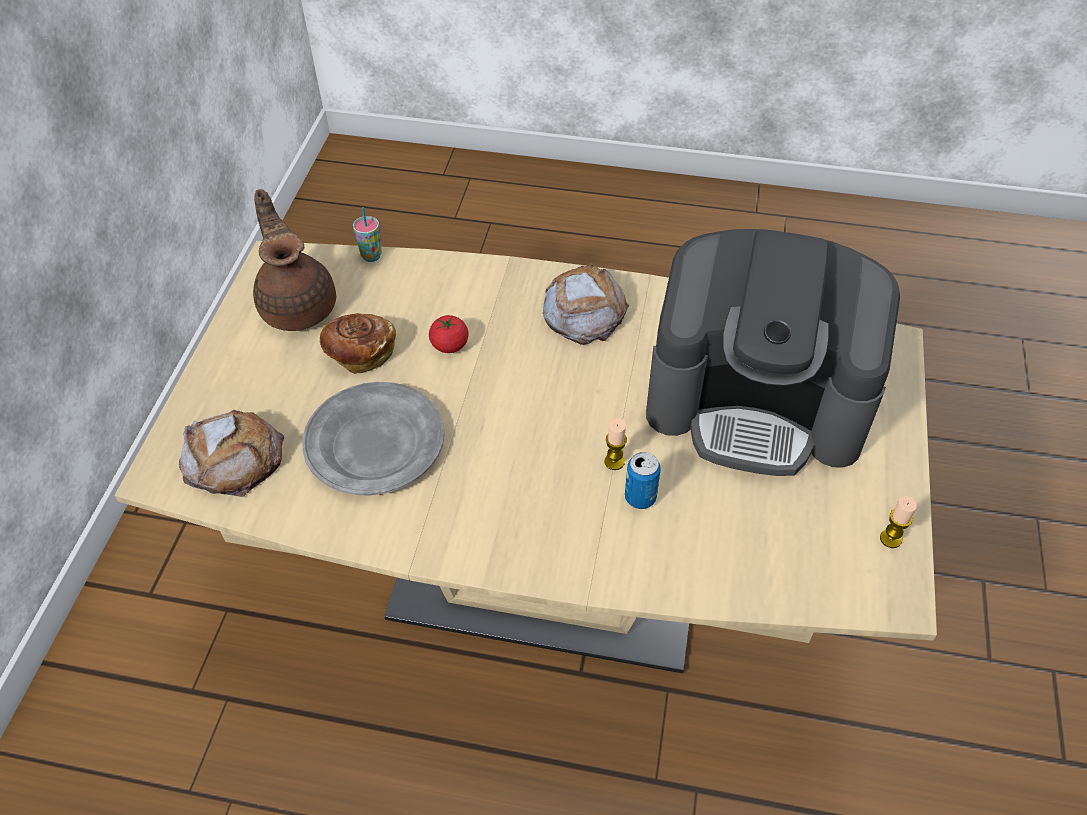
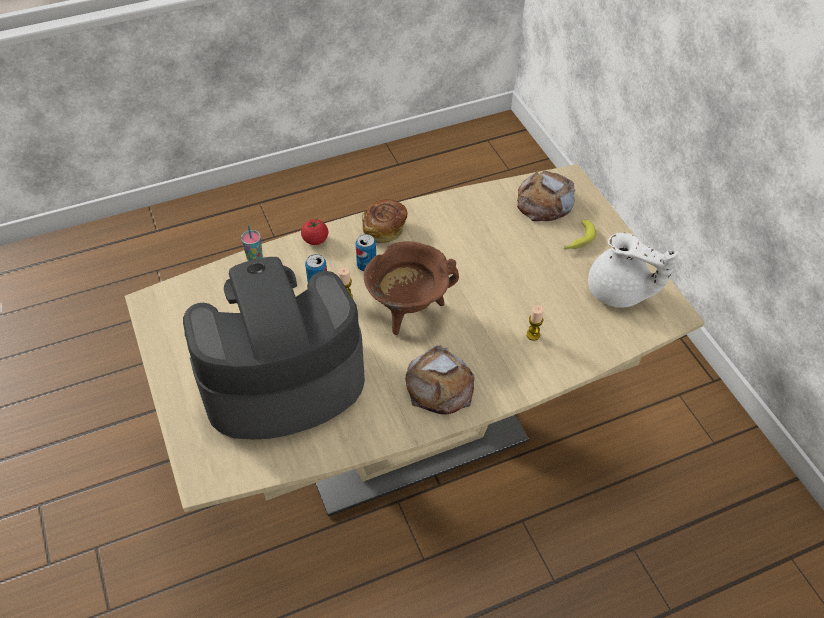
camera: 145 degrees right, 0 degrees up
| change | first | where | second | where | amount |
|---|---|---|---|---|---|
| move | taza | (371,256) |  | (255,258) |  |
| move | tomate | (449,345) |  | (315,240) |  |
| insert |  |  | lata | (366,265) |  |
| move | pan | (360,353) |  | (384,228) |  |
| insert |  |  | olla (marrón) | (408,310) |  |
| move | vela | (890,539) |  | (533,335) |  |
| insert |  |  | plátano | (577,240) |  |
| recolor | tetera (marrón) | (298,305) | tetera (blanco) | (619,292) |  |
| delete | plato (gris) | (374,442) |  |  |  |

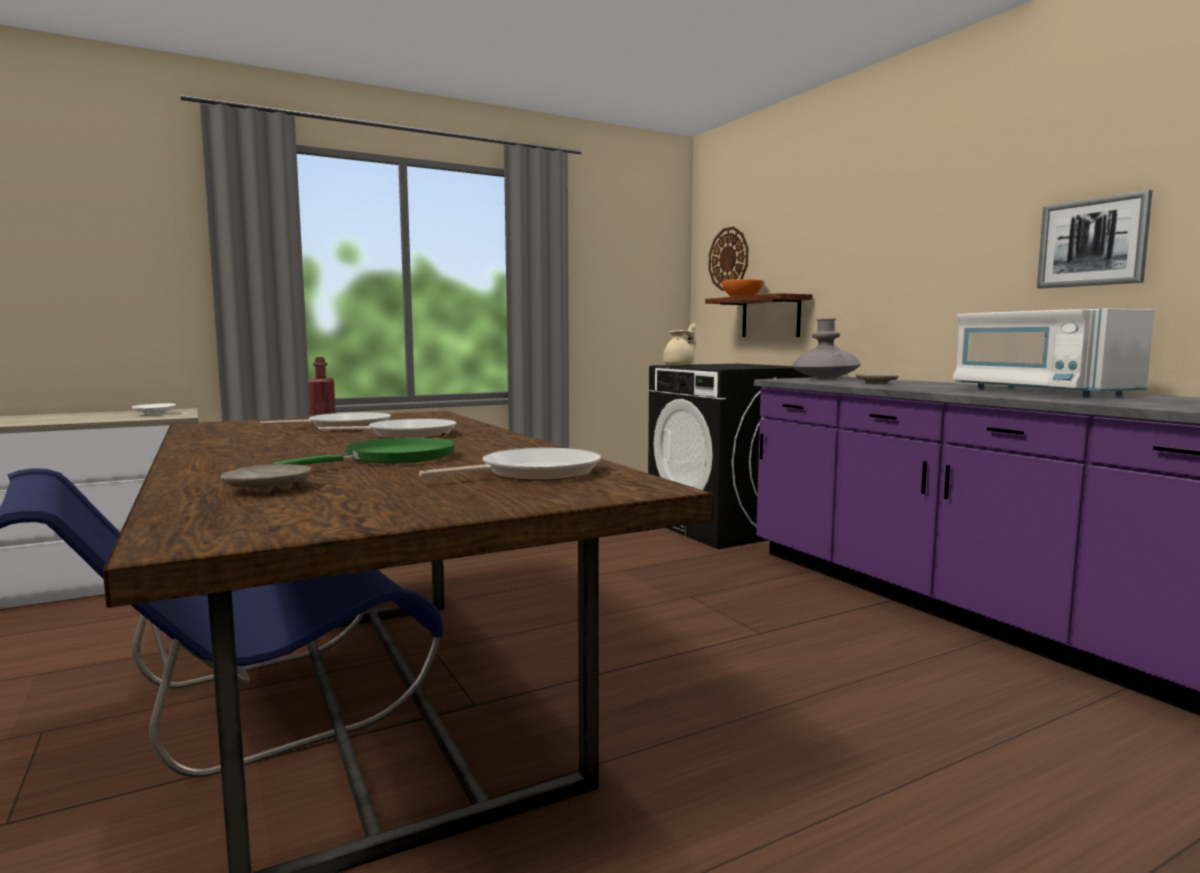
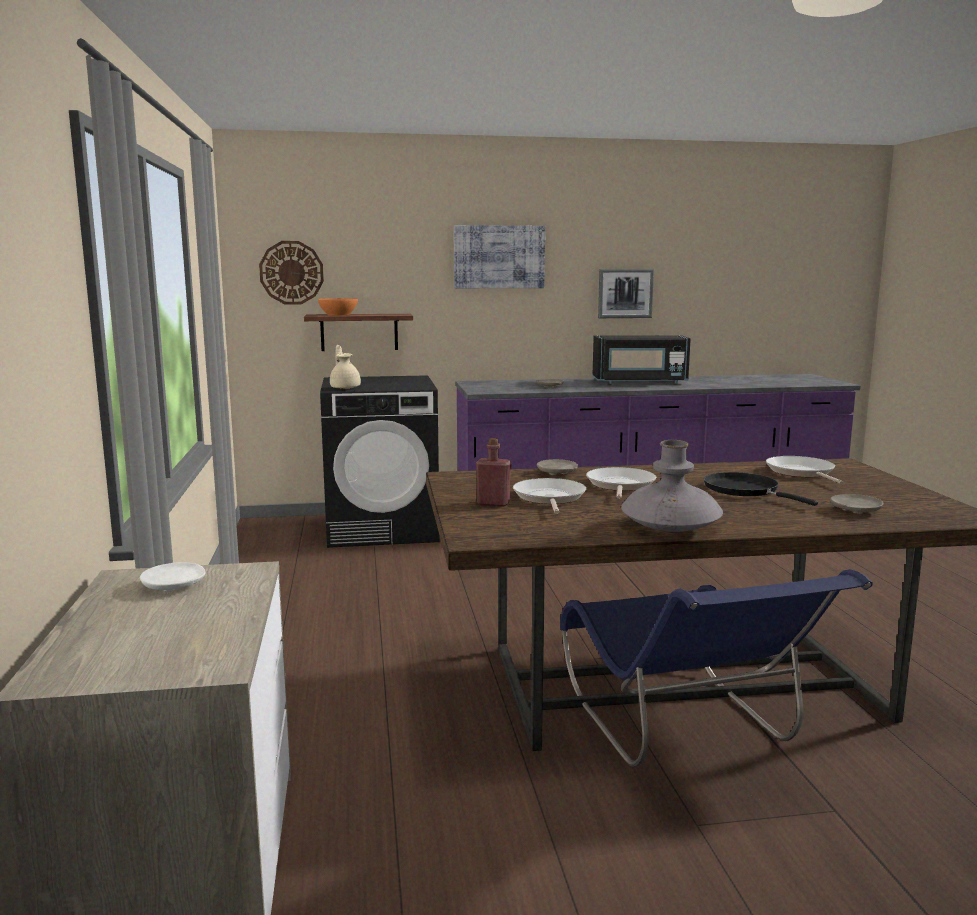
camera: 70 degrees left, 5 degrees up
| change | first | where | second | where | amount |
|---|---|---|---|---|---|
| insert |  |  | cuadro | (499,257) |  |
| insert |  |  | plato (beis) | (557,473) |  |
| recolor | microondas (blanco) | (1038,392) | microondas (negro) | (639,382) |  |
| move | florero (gris) | (825,378) |  | (670,527) |  |
| recolor | sartén (verde) | (394,458) | sartén (negro) | (745,490) |  |

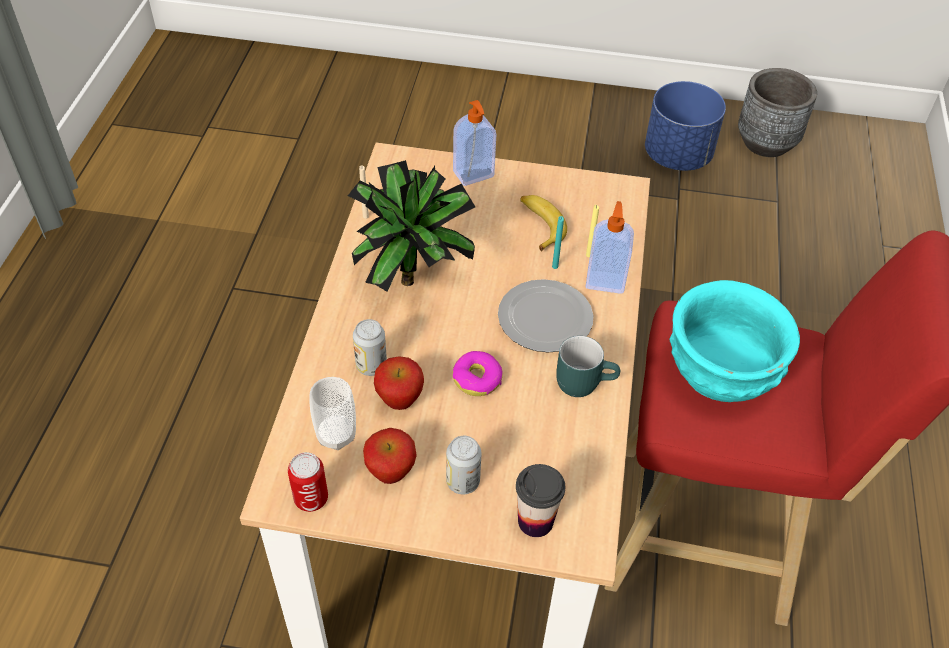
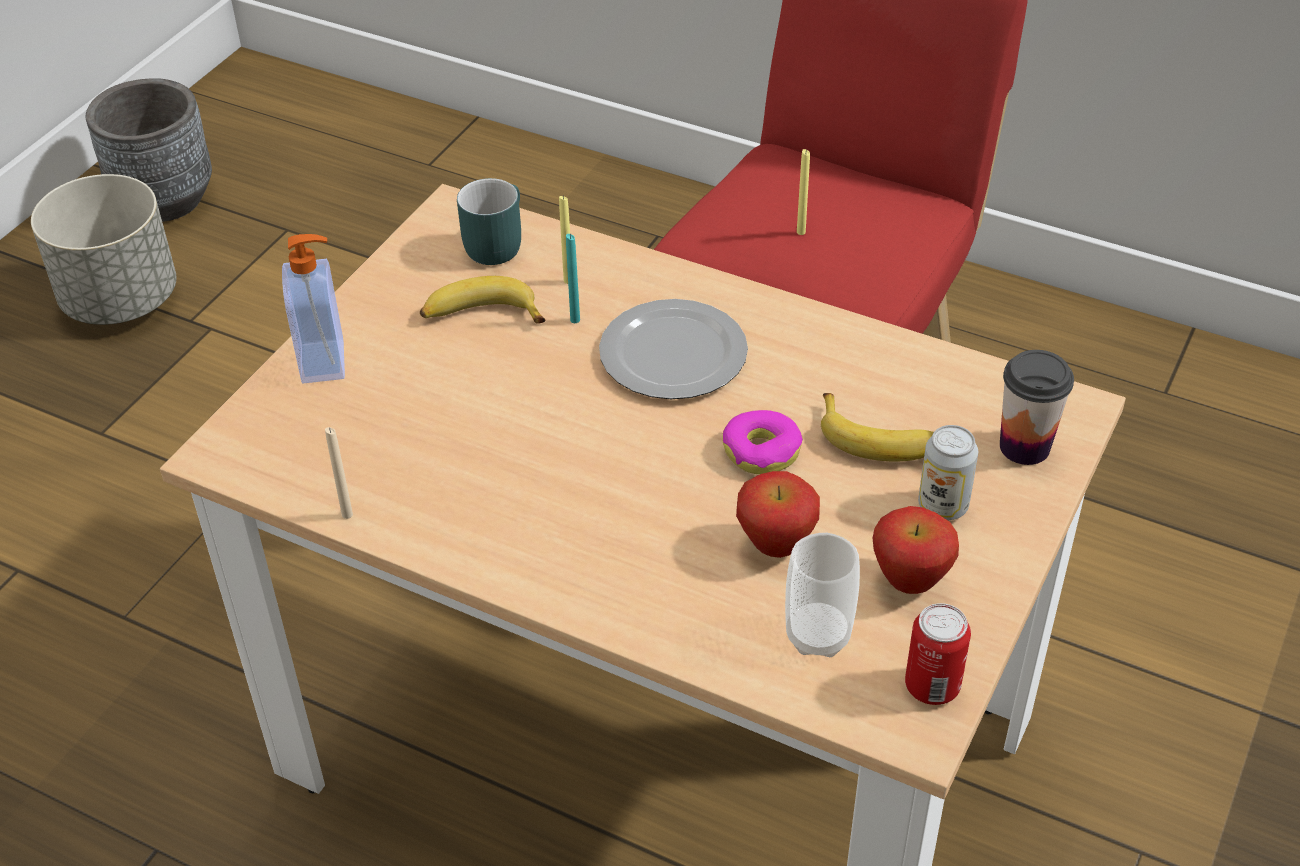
camera: 70 degrees left, 5 degrees down
| change | first | where | second | where | amount |
|---|---|---|---|---|---|
| recolor | maceta (azul) | (677,155) | maceta (gris) | (120,299) |  |
| move | taza grande (turquesa) | (584,381) |  | (494,242) |  |
| replace | cuenco (turquesa) | (721,368) | vela (amarillo) | (801,232) |  |
| insert |  |  | plátano | (880,439) |  |
| delete | planta en maceta | (412,276) |  |  |  |
| delete | lata | (371,365) |  |  |  |
| delete | dispensador de jabón | (605,280) |  |  |  |

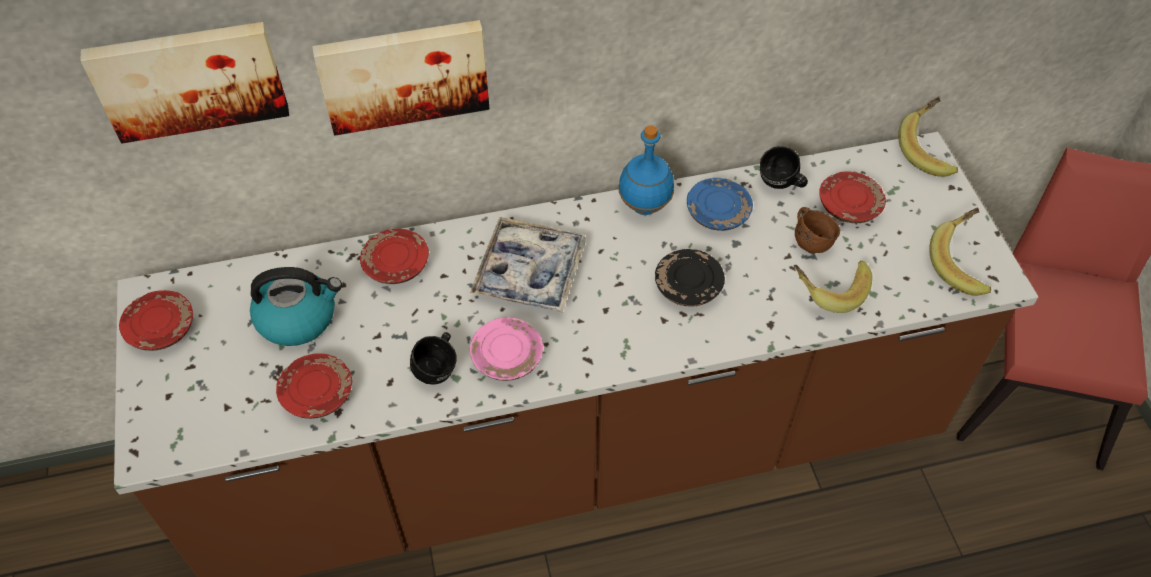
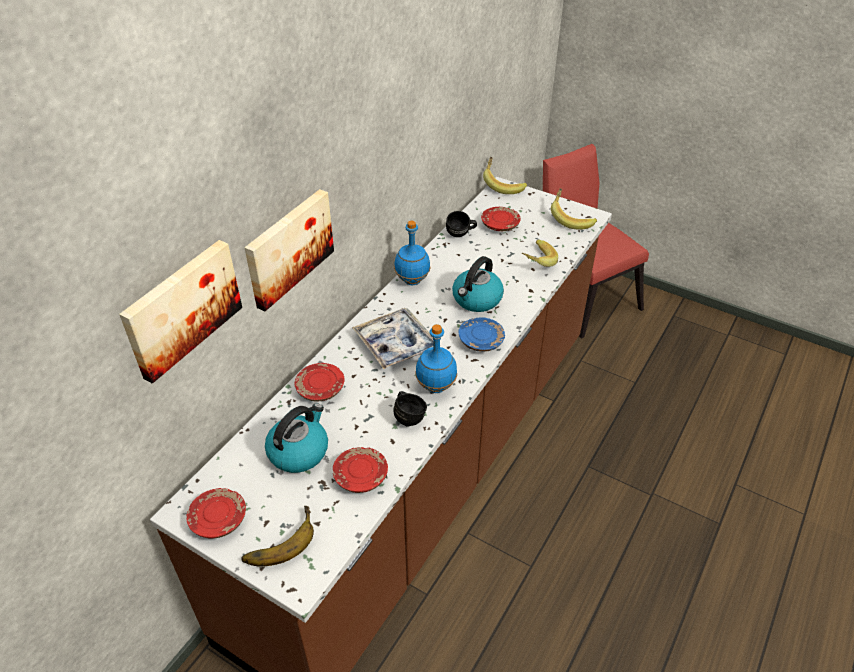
camera: 45 degrees left, 10 degrees down
| change | first | where | second | where | amount |
|---|---|---|---|---|---|
| insert |  |  | plátano | (278,540) |  |
| replace | plato (rosa) | (507,357) | botella (azul) | (435,386) |  |
| replace | plato (negro) | (688,286) | hervidor | (477,299) |  |
| move | plato (azul) | (718,212) |  | (481,340) |  |
| delete | taza grande (marrón) | (811,240) |  |  |  |

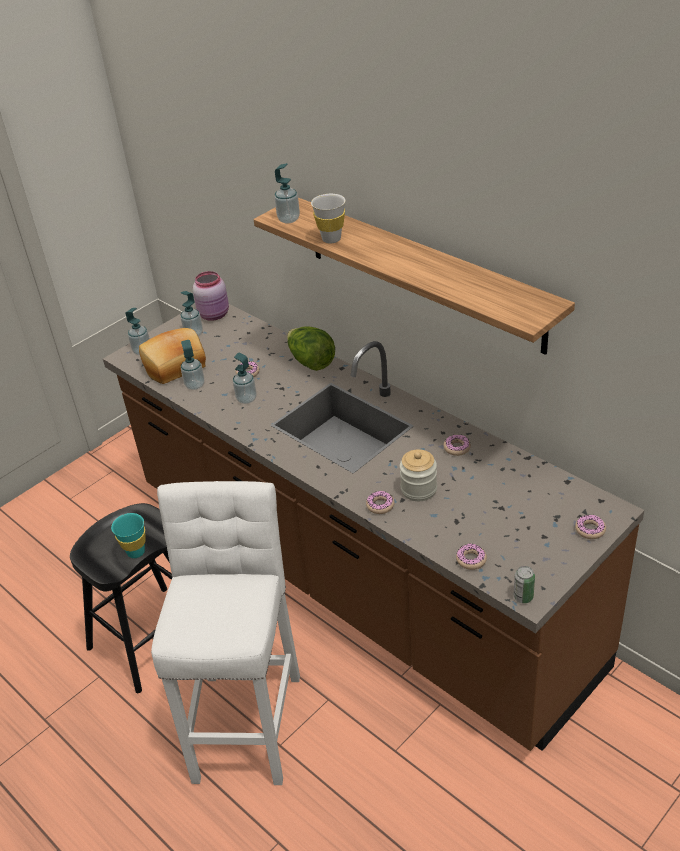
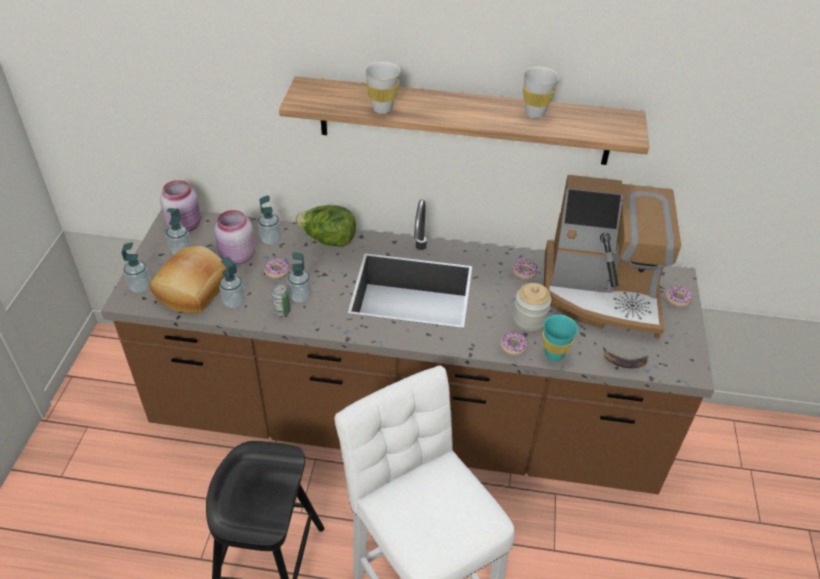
camera: 40 degrees left, 5 degrees up
| change | first | where | second | where | amount |
|---|---|---|---|---|---|
| insert |  |  | tarro (rosa) | (237,256) |  |
| move | dispensador de jabón | (288,219) |  | (271,239) |  |
| move | lata | (523,597) |  | (282,311) |  |
| insert |  |  | taza (blanco) | (535,113) |  |
| move | taza (turquesa) | (136,552) |  | (554,354) |  |
| insert |  |  | cafetera | (601,293) |  |
| replace | rosquilla | (471,560) | plátano | (624,361) |  |

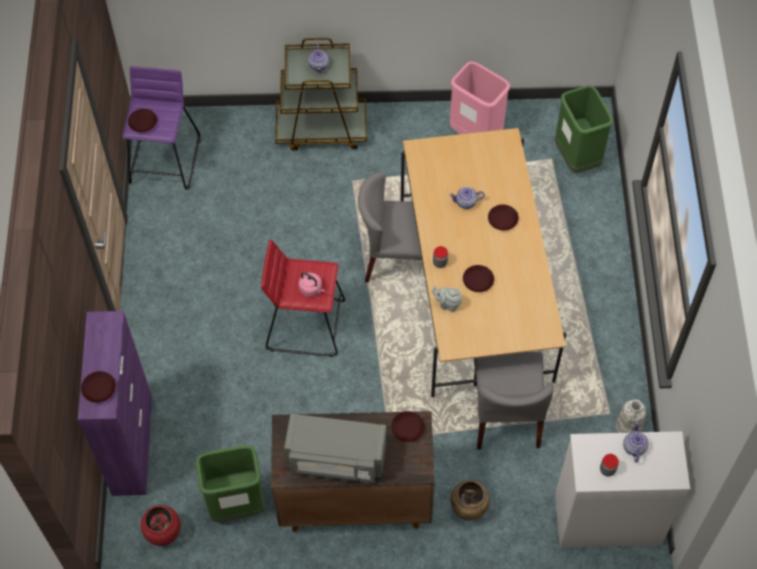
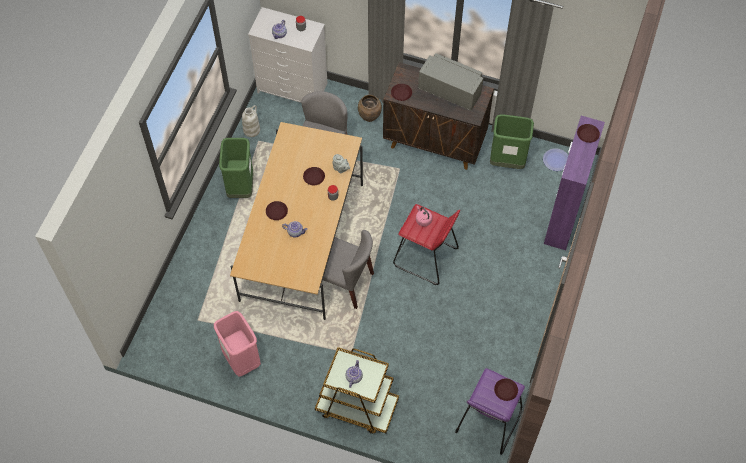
camera: 160 degrees left, 0 degrees up
| change | first | where | second | where | amount |
|---|---|---|---|---|---|
| move | papelera (verde) | (577,158) |  | (240,187) |  |
| replace | florero (rojo) | (163,534) | plato | (556,160) |  |

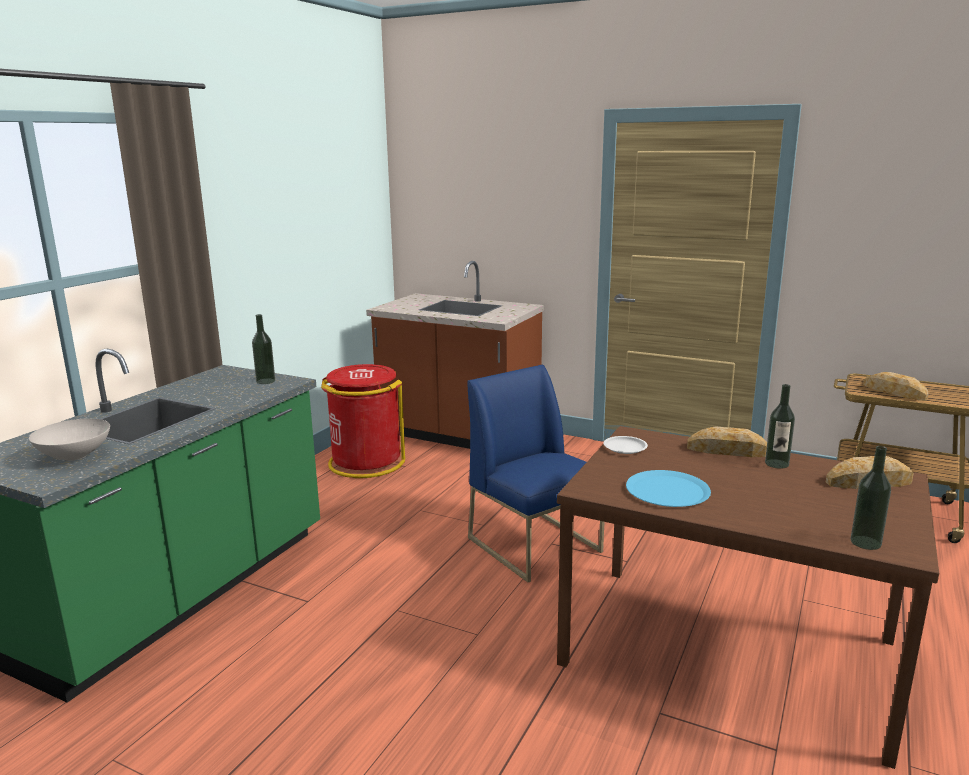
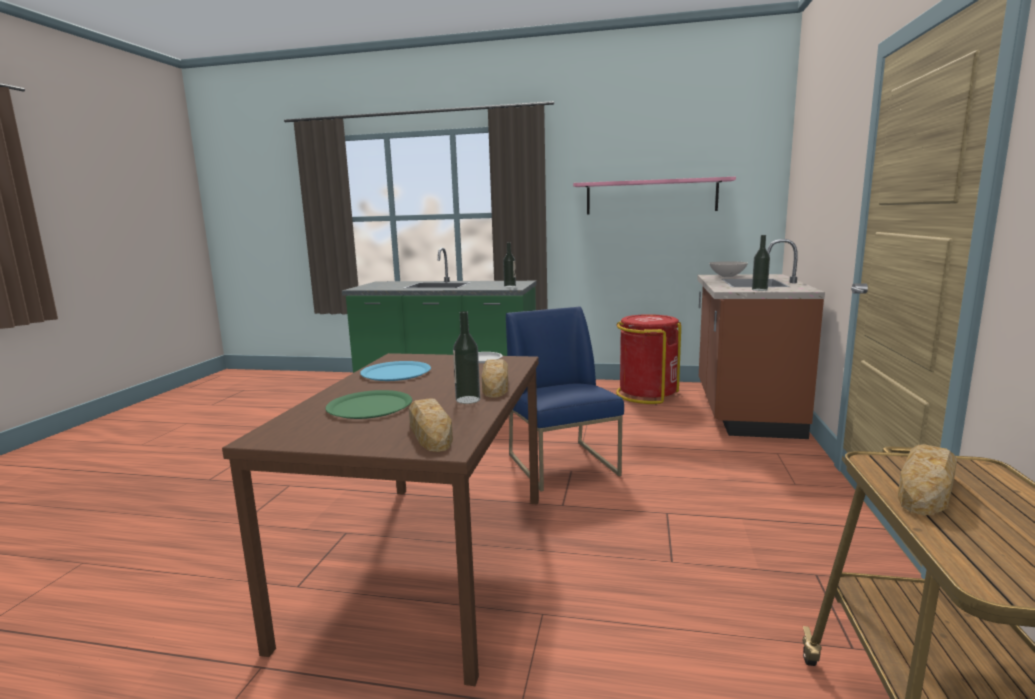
camera: 75 degrees right, 5 degrees down
| change | first | where | second | where | amount |
|---|---|---|---|---|---|
| insert |  |  | plato (verde) | (369,406) |  |
| rotate | silla (azul) | (535,545) |  | (563,465) | 60 degrees counterclockwise |
| insert |  |  | estante (rosa) | (651,197) |  |
| move | cuenco (blanco) | (76,456) |  | (727,276) |  |
| move | botella | (865,542) |  | (759,290) |  |

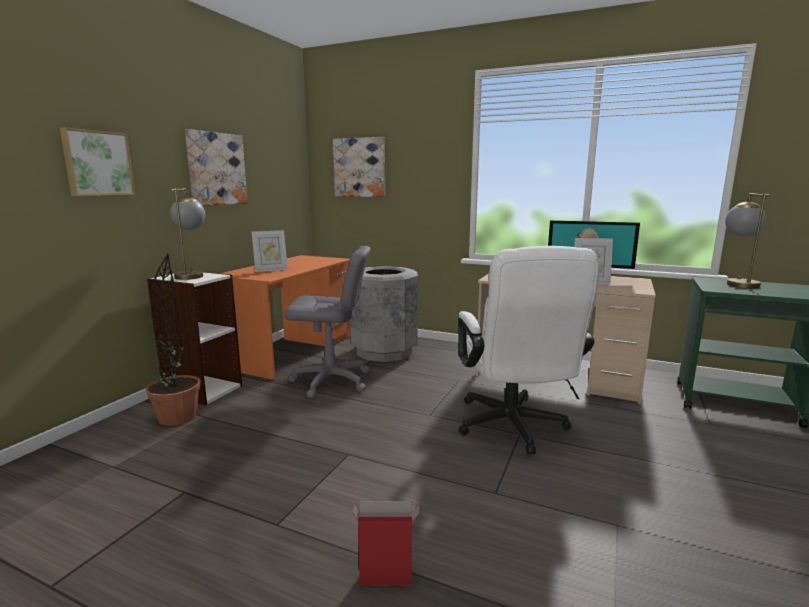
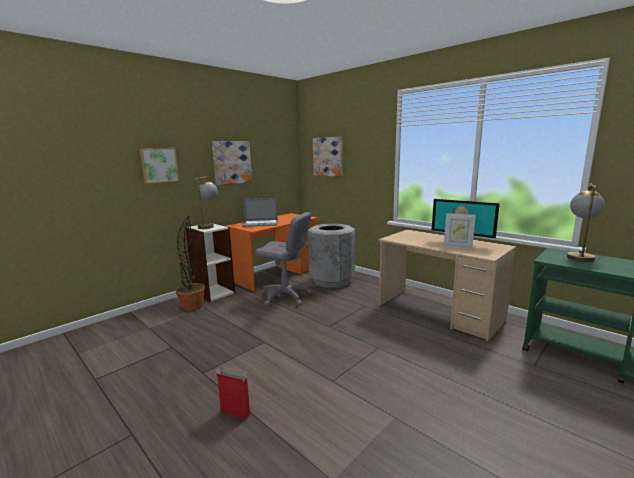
camera: 20 degrees right, 0 degrees up
| change | first | where | second | where | amount |
|---|---|---|---|---|---|
| replace | portarretratos | (271,270) | portátil | (260,223) |  |
| delete | silla de oficina (blanco) | (513,429) |  |  |  |

